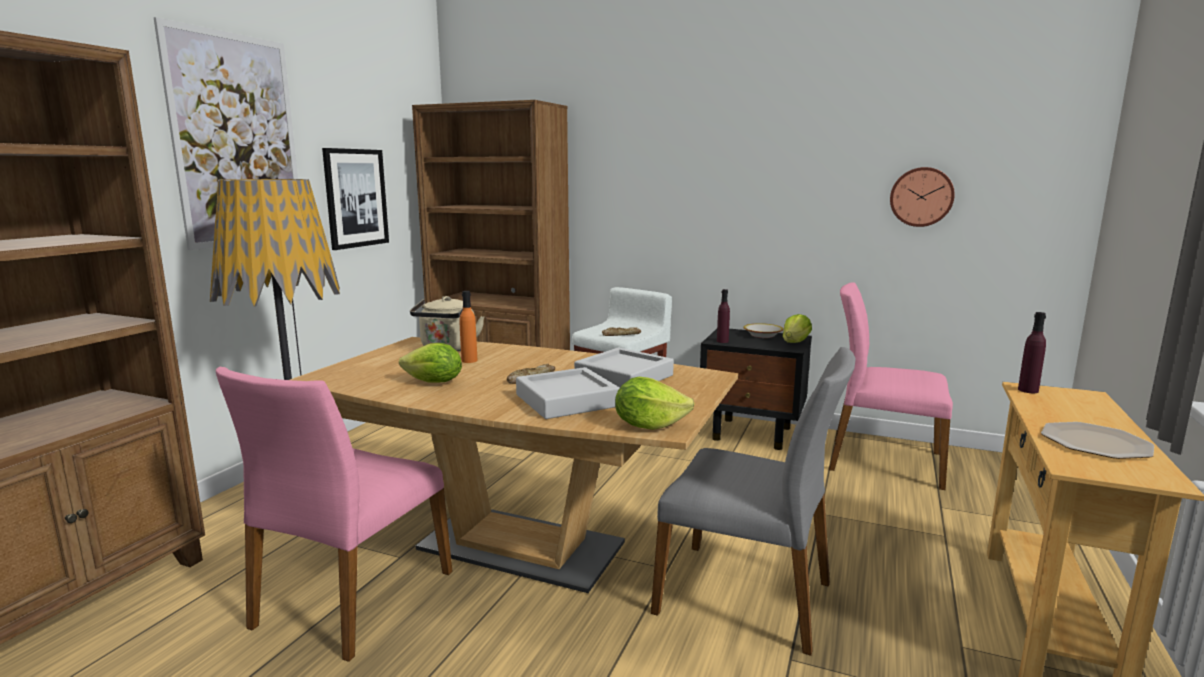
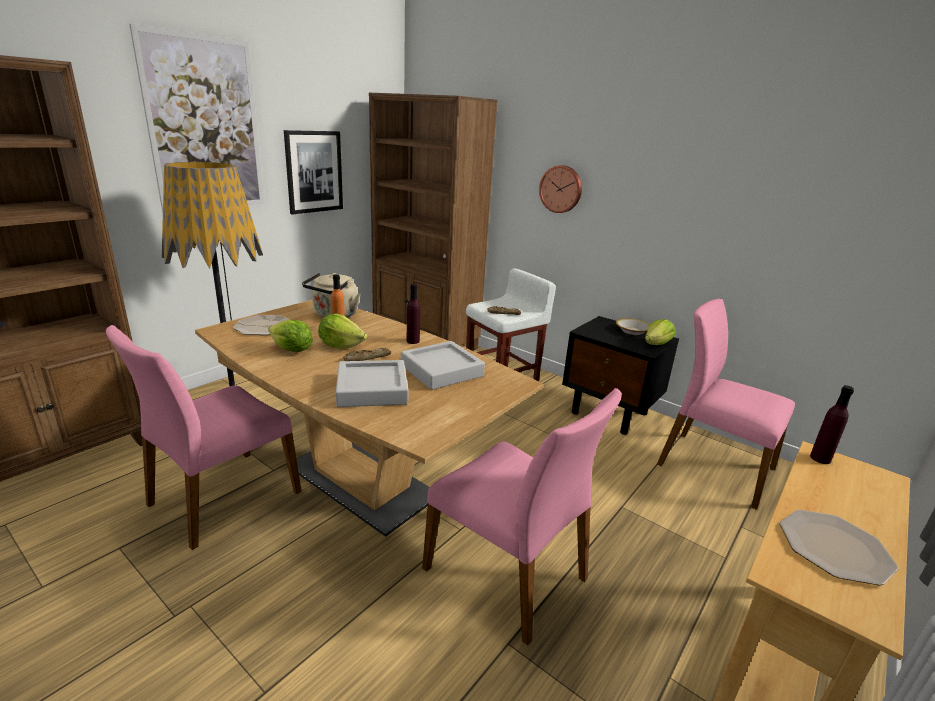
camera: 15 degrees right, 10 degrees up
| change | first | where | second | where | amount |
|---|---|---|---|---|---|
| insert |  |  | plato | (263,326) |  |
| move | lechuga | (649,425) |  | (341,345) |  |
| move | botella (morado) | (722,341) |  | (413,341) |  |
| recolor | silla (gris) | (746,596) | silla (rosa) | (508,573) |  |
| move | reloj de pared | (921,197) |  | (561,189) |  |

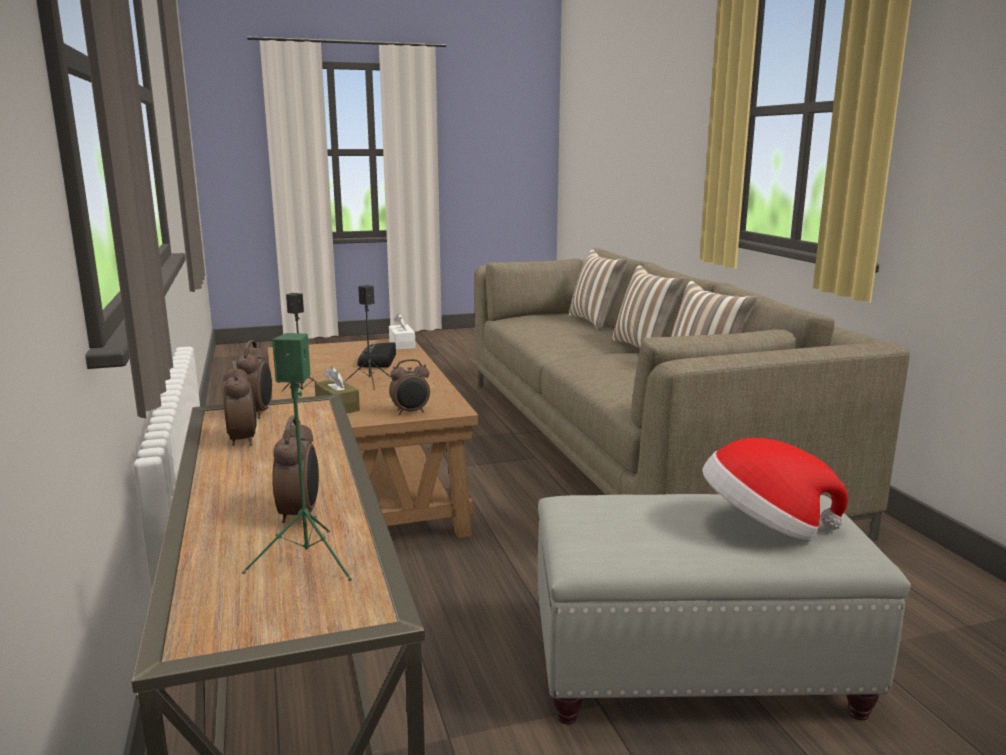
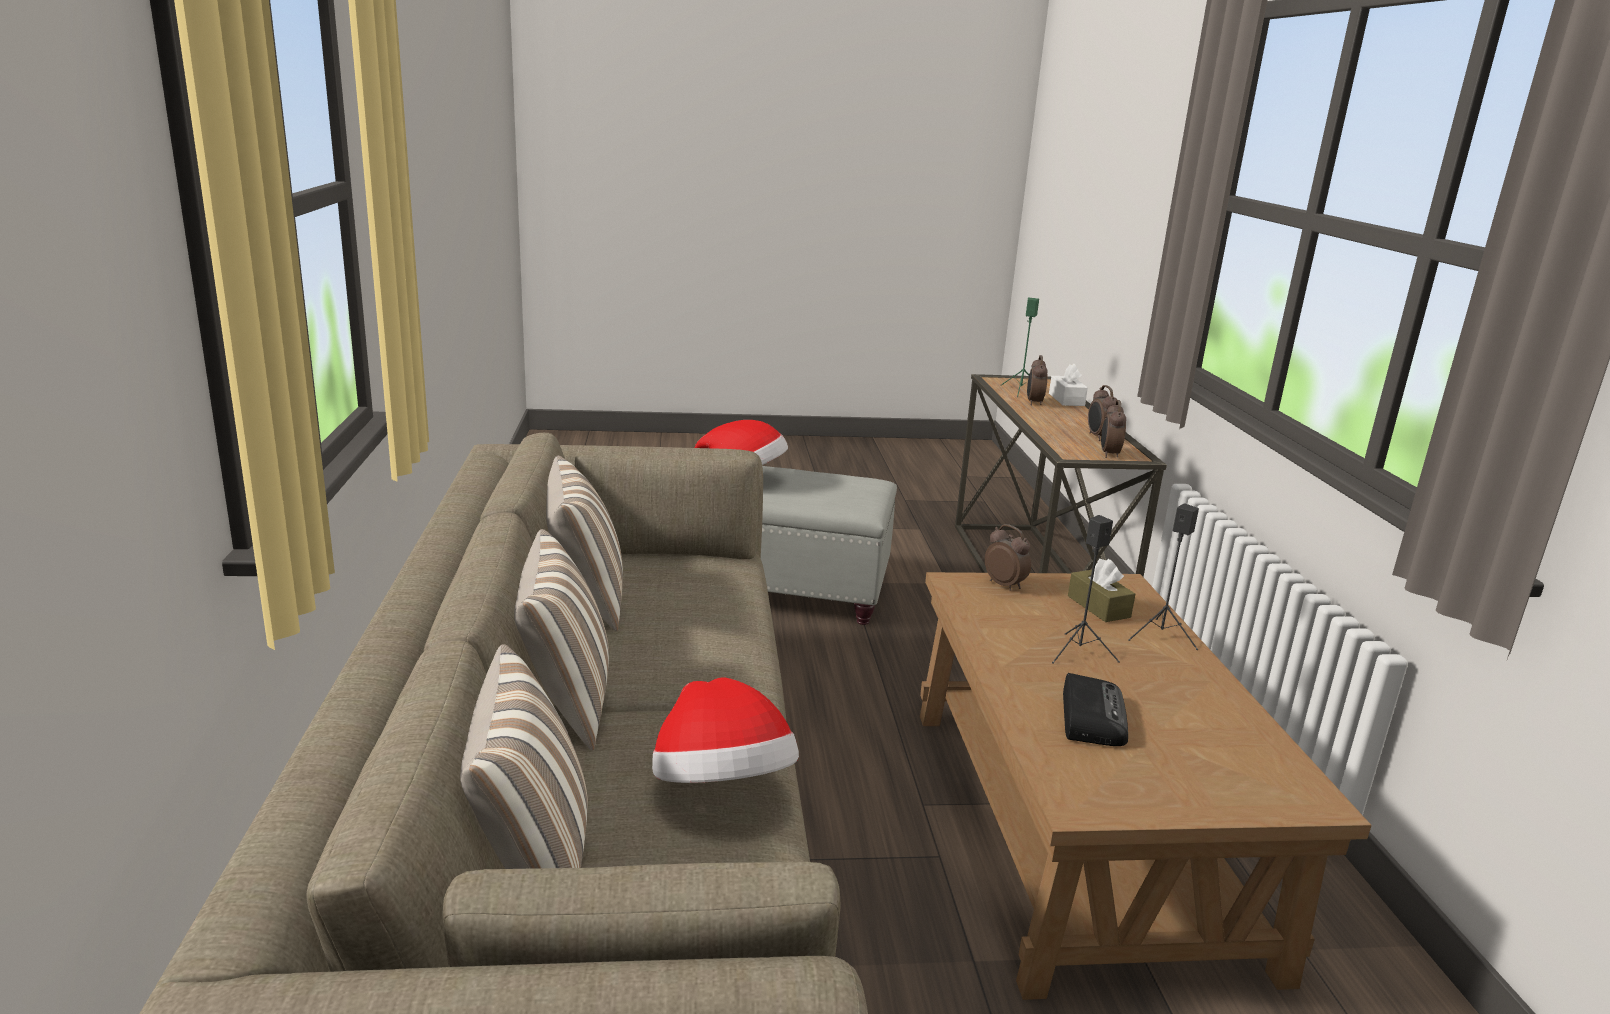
camera: 170 degrees left, 5 degrees up
| change | first | where | second | where | amount |
|---|---|---|---|---|---|
| insert |  |  | sombrero | (722,788) |  |
| rotate | despertador | (411,412) |  | (1004,585) | 60 degrees clockwise |
| move | caja de pañuelos (blanco) | (402,344) |  | (1066,399) |  |

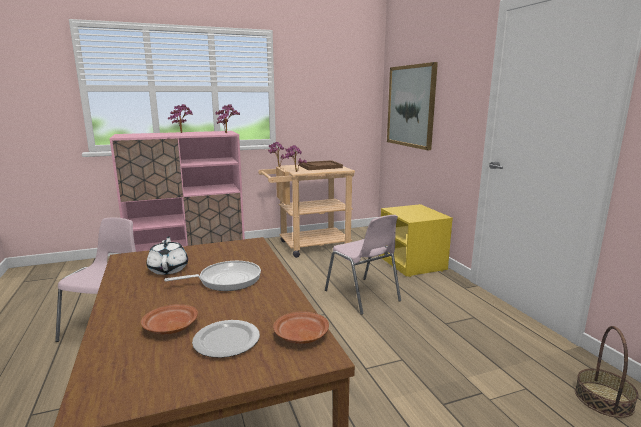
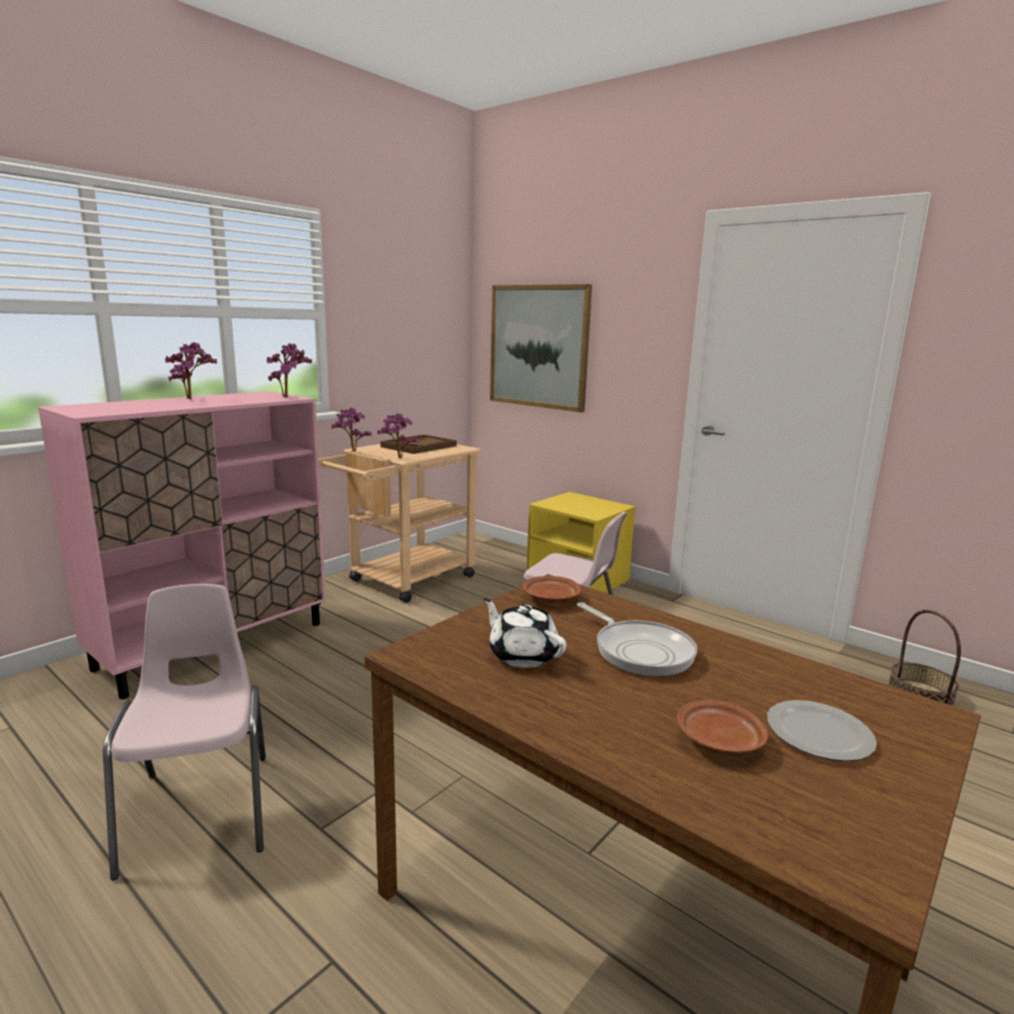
camera: 30 degrees left, 0 degrees up
| change | first | where | second | where | amount |
|---|---|---|---|---|---|
| move | plato (marrón) | (300,336) |  | (551,599) |  |
| rotate | sartén | (226,280) |  | (640,651) | 105 degrees clockwise |

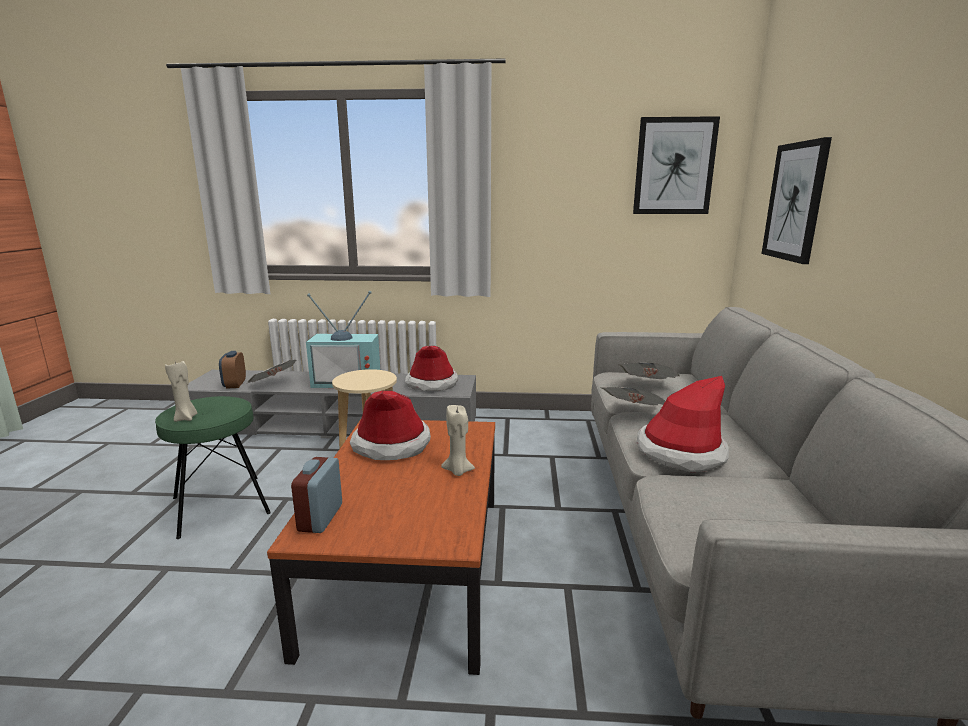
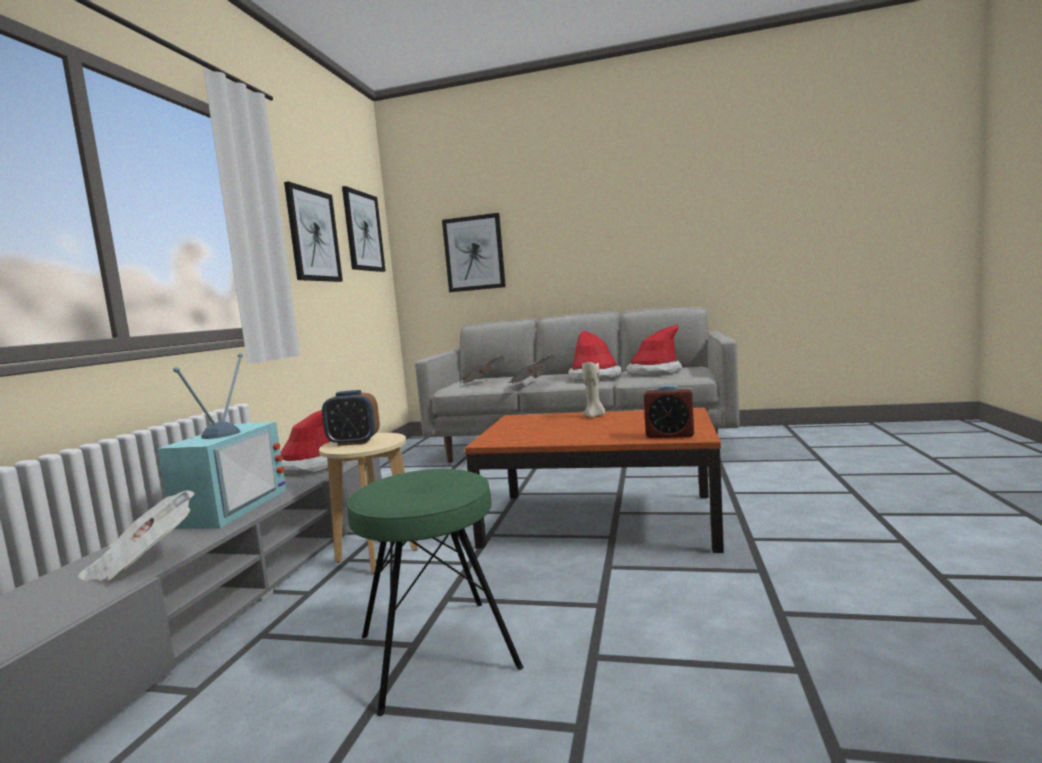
camera: 80 degrees left, 10 degrees down
| change | first | where | second | where | amount |
|---|---|---|---|---|---|
| insert |  |  | cuadro | (313,235) |  |
| move | despertador | (234,385) |  | (354,442) |  |
| move | sombrero | (391,445) |  | (654,373) |  |
| delete | vela (beis) | (186,418) |  |  |  |

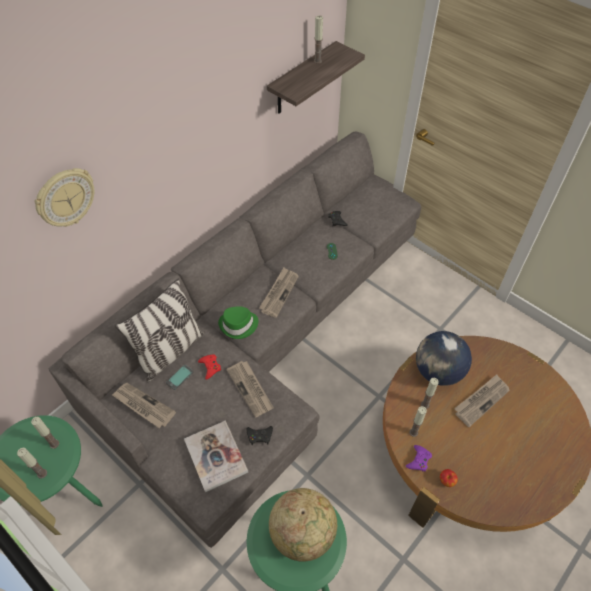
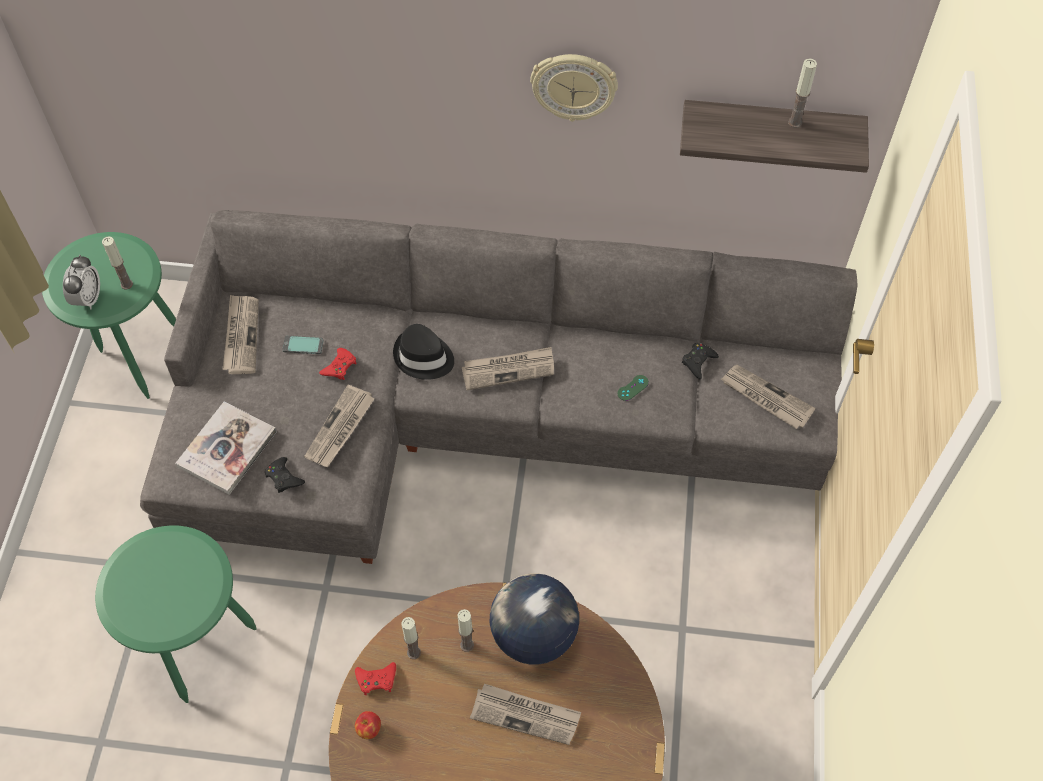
camera: 55 degrees right, 5 degrees up
| change | first | where | second | where | amount |
|---|---|---|---|---|---|
| replace | vela | (42,473) | despertador | (88,298) |  |
| recolor | mando de consola (morado) | (418,460) | mando de consola (rojo) | (376,679) |  |
| recolor | sombrero (verde) | (238,325) | sombrero (negro) | (423,357) |  |
| move | reloj de pared | (65,198) |  | (574,86) |  |
| insert |  |  | periódico | (765,398) |  |
| delete | cojín | (170,351) |  |  |  |
| delete | globo terráqueo | (303,533) |  |  |  |

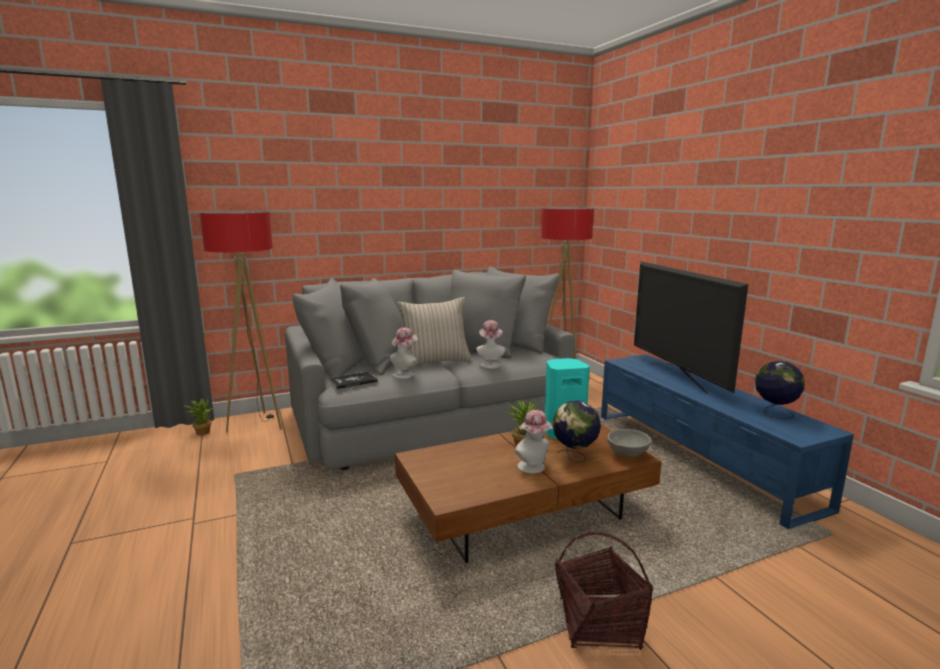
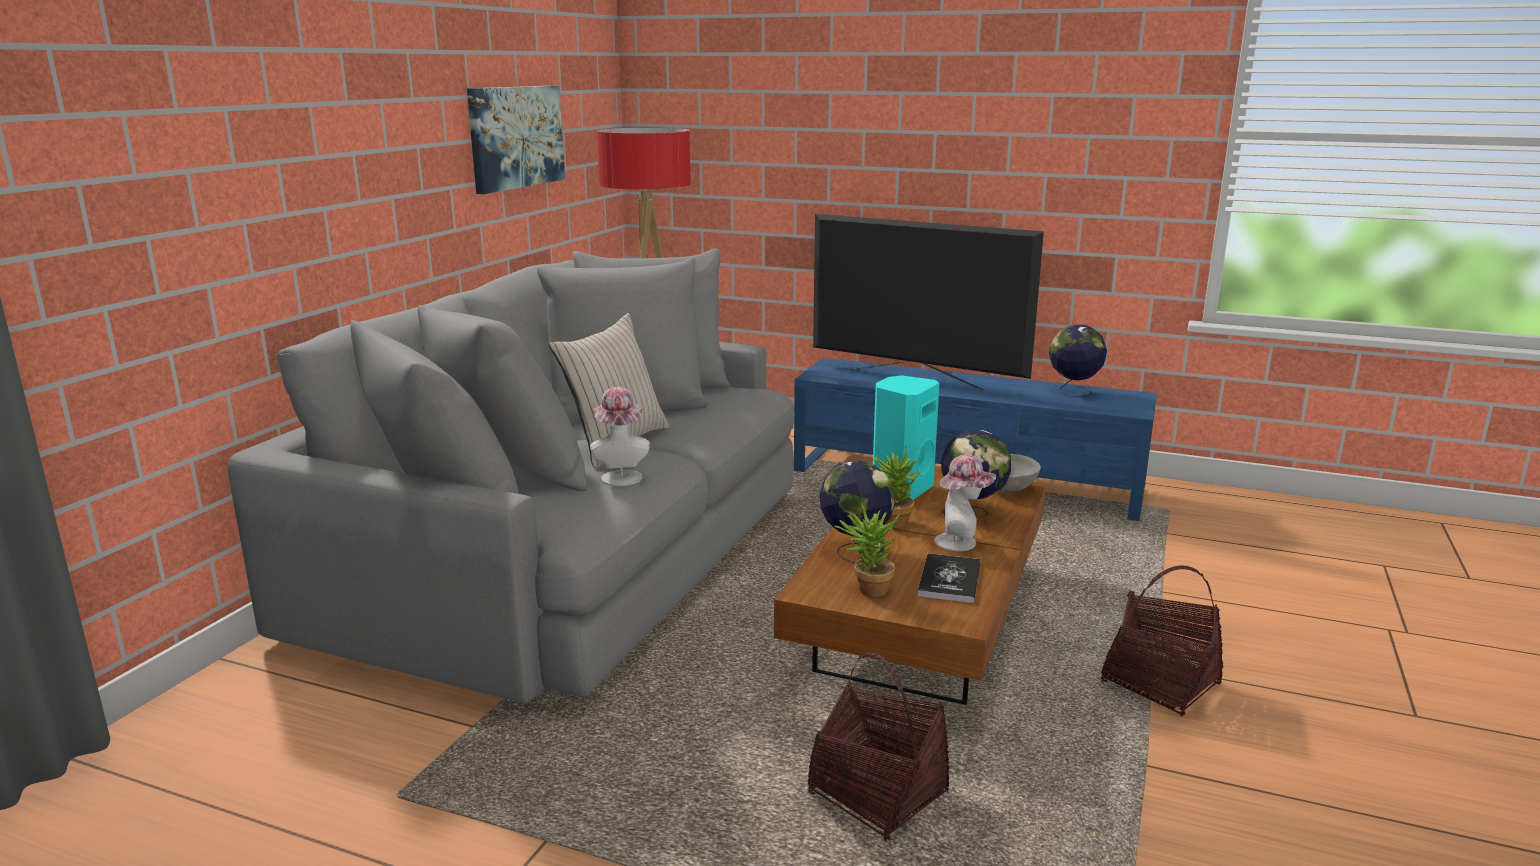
camera: 45 degrees left, 5 degrees up
| change | first | where | second | where | amount |
|---|---|---|---|---|---|
| insert |  |  | cuadro | (515,137) |  |
| insert |  |  | cesta | (878,795) |  |
| insert |  |  | globo terráqueo | (855,551) |  |
| move | planta en maceta | (202,432) |  | (867,590) |  |
| move | libro | (353,381) |  | (949,580) |  |
| delete | lámpara de pie | (258,424) |  |  |  |
| delete | sombrero | (490,364) |  |  |  |

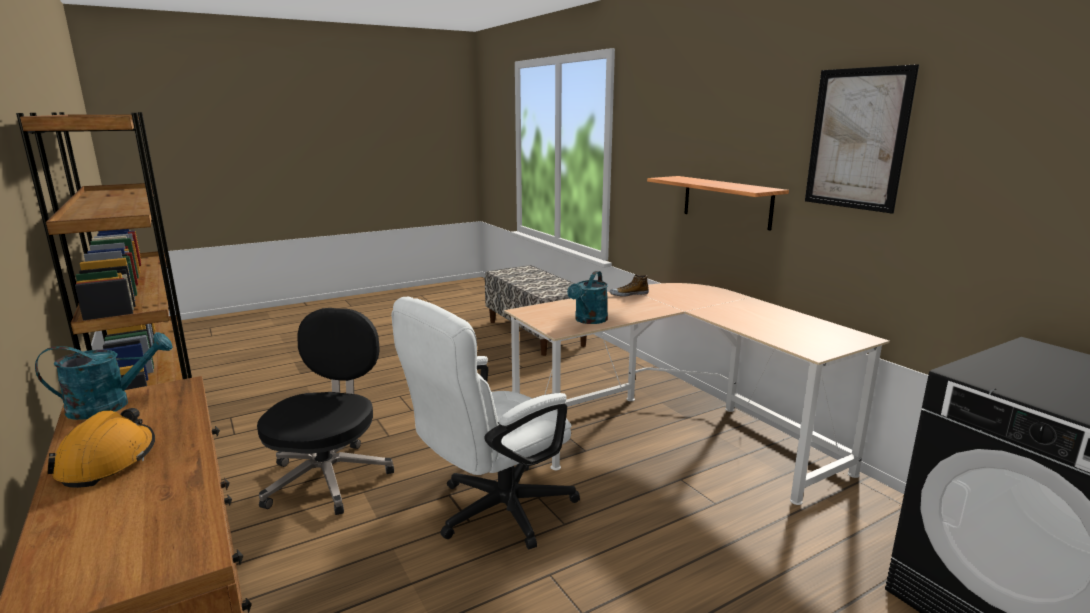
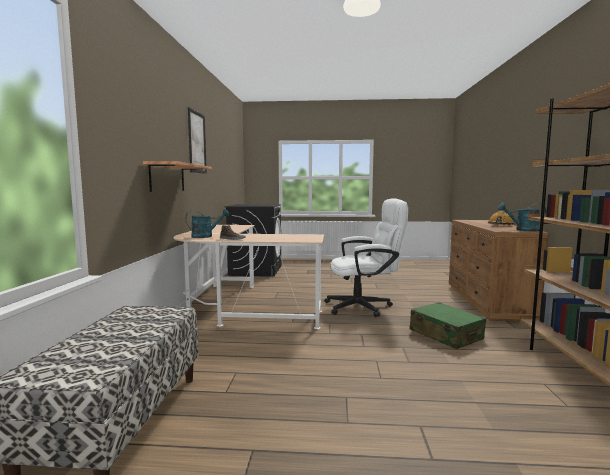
camera: 145 degrees left, 10 degrees down
| change | first | where | second | where | amount |
|---|---|---|---|---|---|
| move | regadera (turquesa) | (589,320) |  | (206,236) |  |
| replace | silla de oficina (negro) | (329,477) | maleta (verde) | (446,335) |  |

